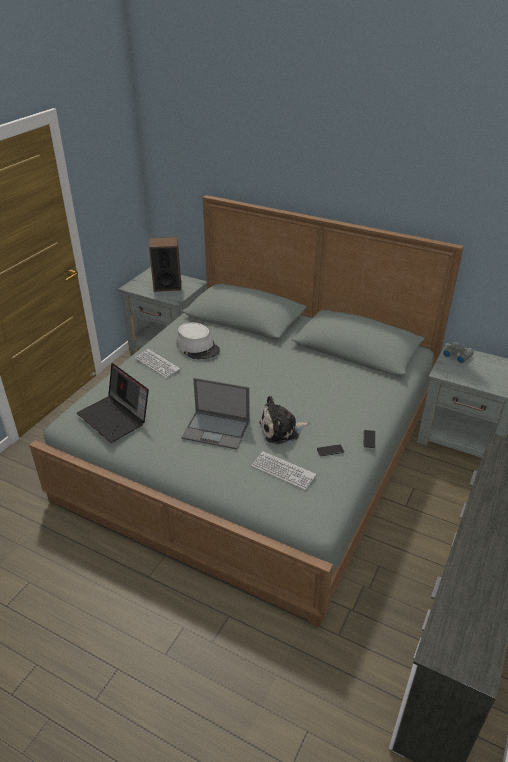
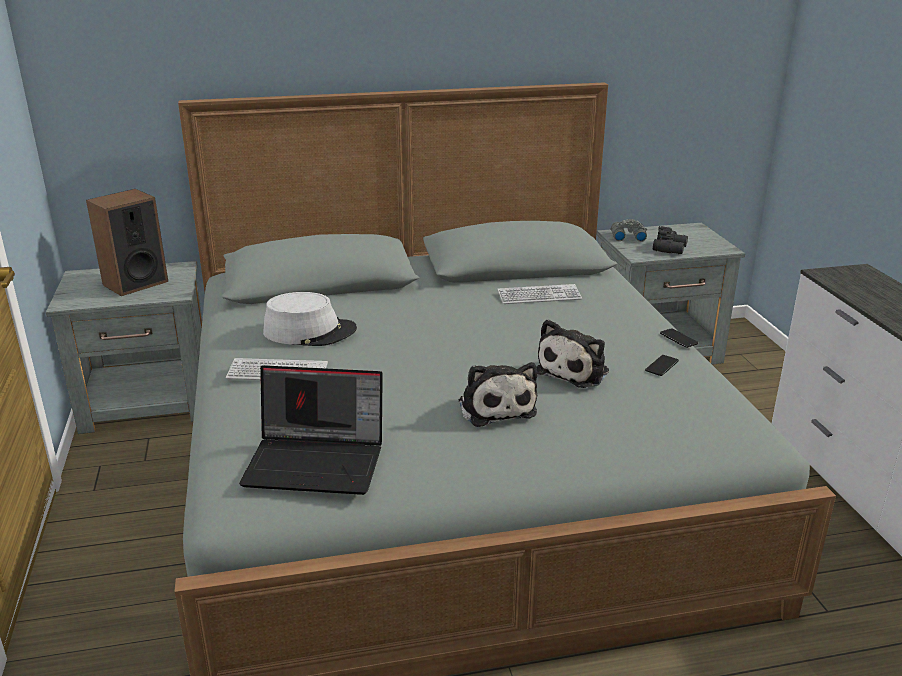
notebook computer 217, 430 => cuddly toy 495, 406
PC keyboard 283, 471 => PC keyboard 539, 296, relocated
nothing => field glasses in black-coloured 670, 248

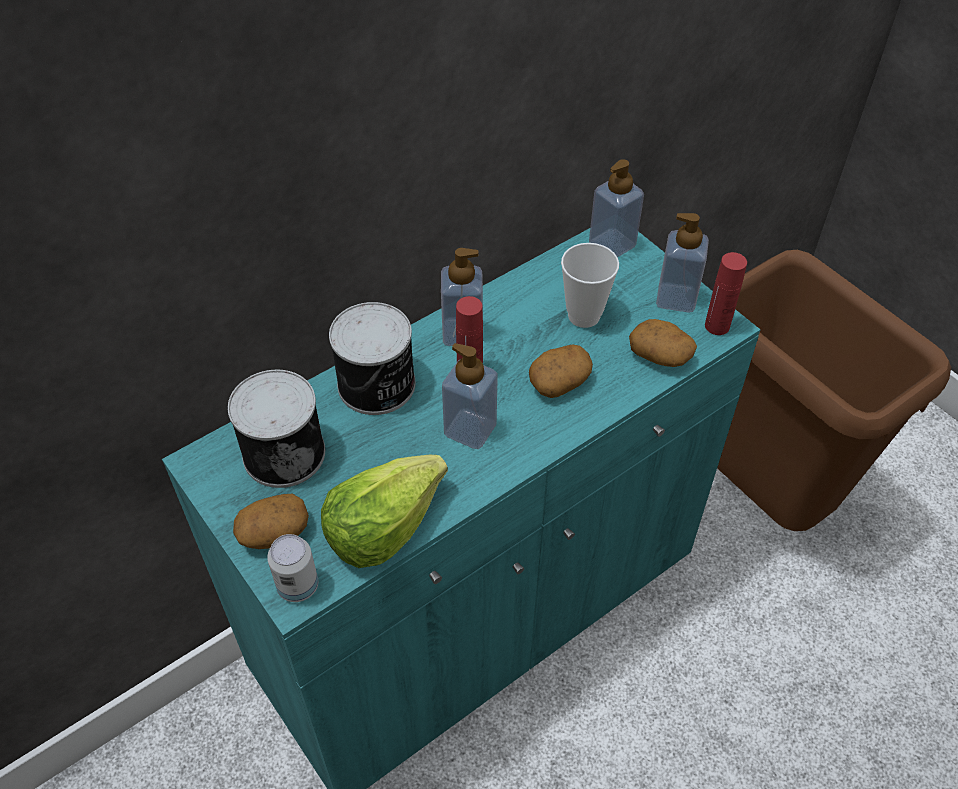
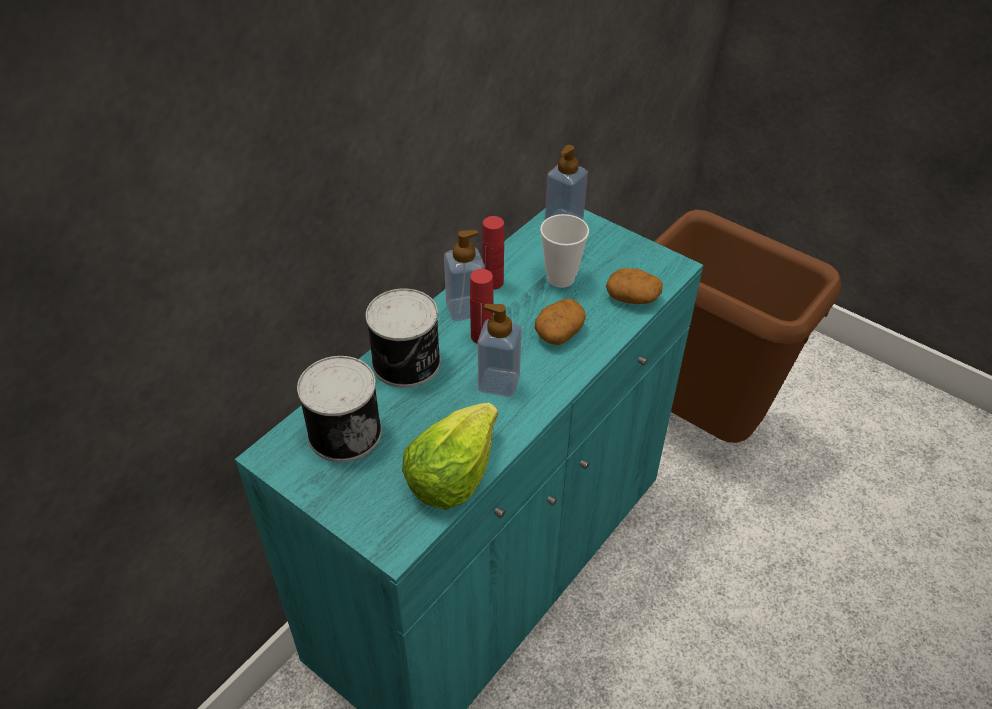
soap dispenser 676, 298 => nothing
bottle in red-coloured 717, 326 => bottle in red-coloured 493, 282, relocated
potato 274, 533 => nothing
can 298, 586 => nothing

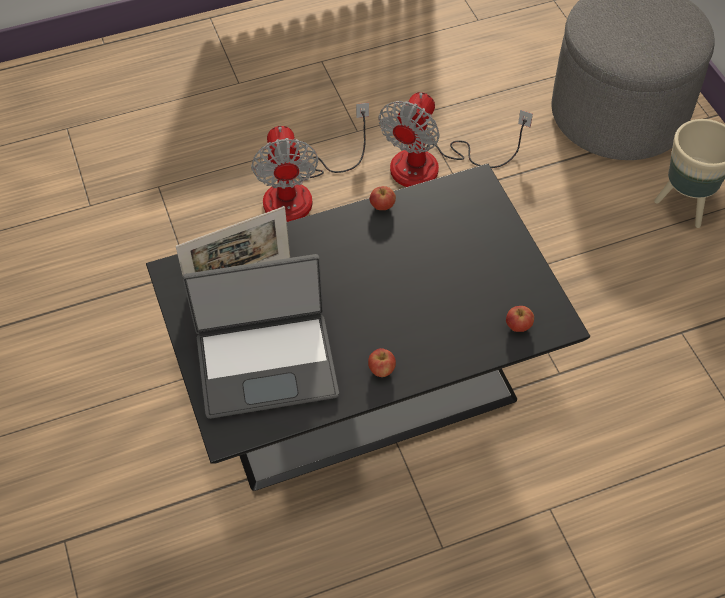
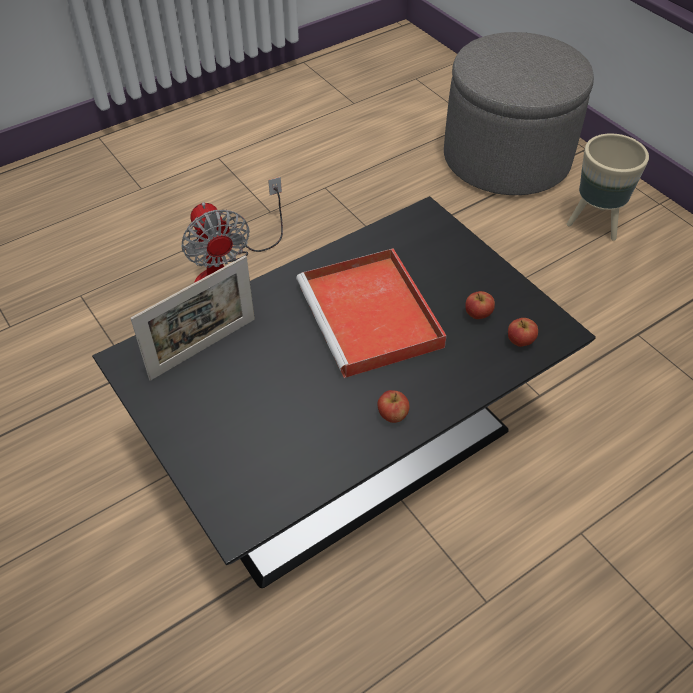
electric fan 433, 166 => nothing
whole apple 382, 206 => whole apple 478, 315, relocated
notebook computer 266, 363 => nothing
nothing => serving tray in red-coloured 372, 317

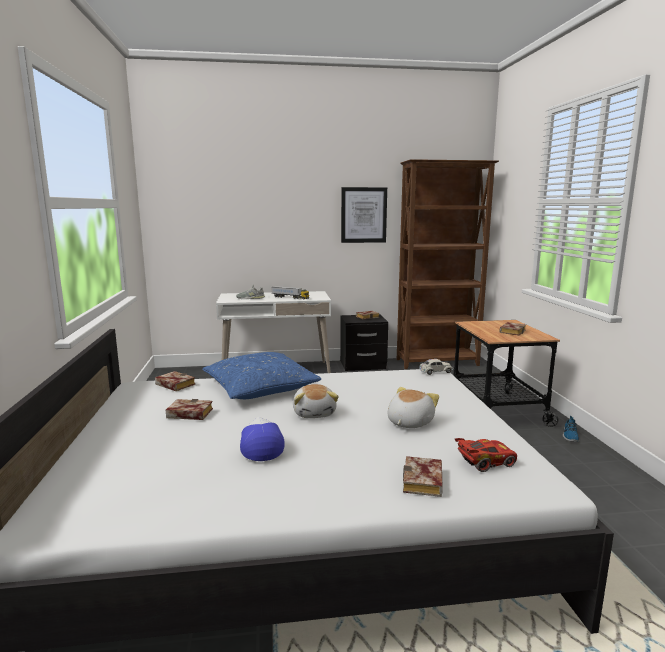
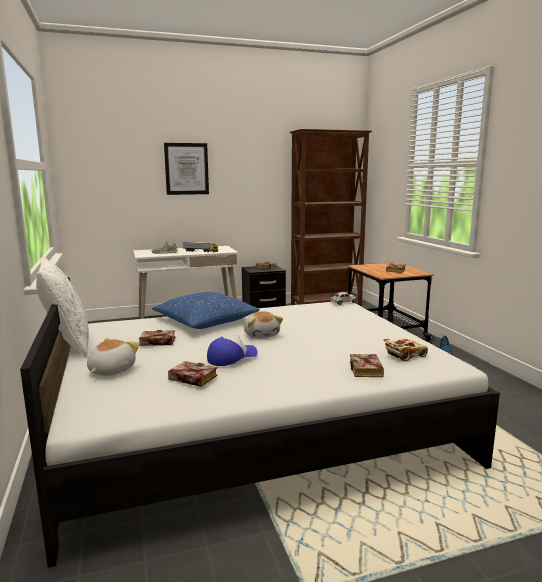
wall art 363, 215 => wall art 186, 169, relocated
book 173, 385 => book 190, 378, relocated
cuddly toy 408, 422 => cuddly toy 110, 370, relocated
cap 260, 445 => cap 231, 357, 75 degrees clockwise
model car in red-coloured 485, 463 => model car in beige 405, 356
nothing => cushion in white 68, 344

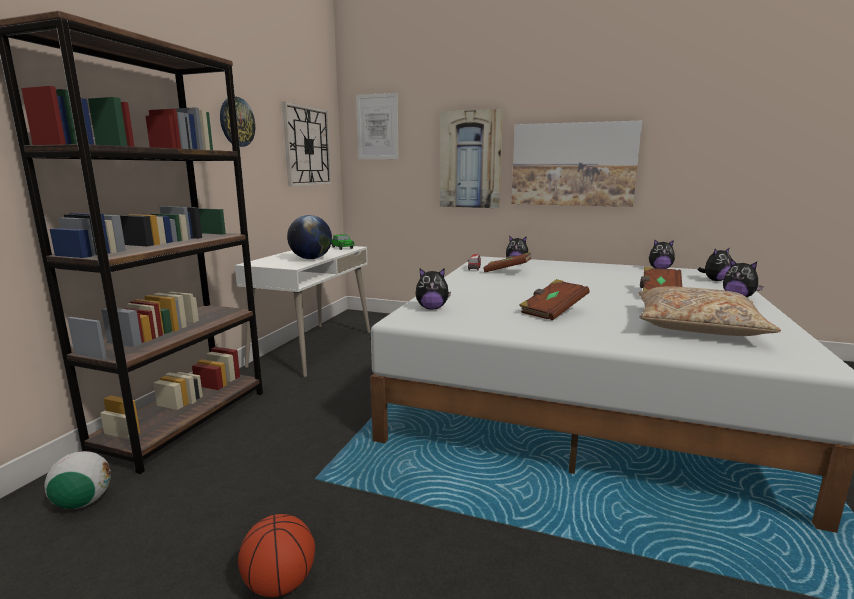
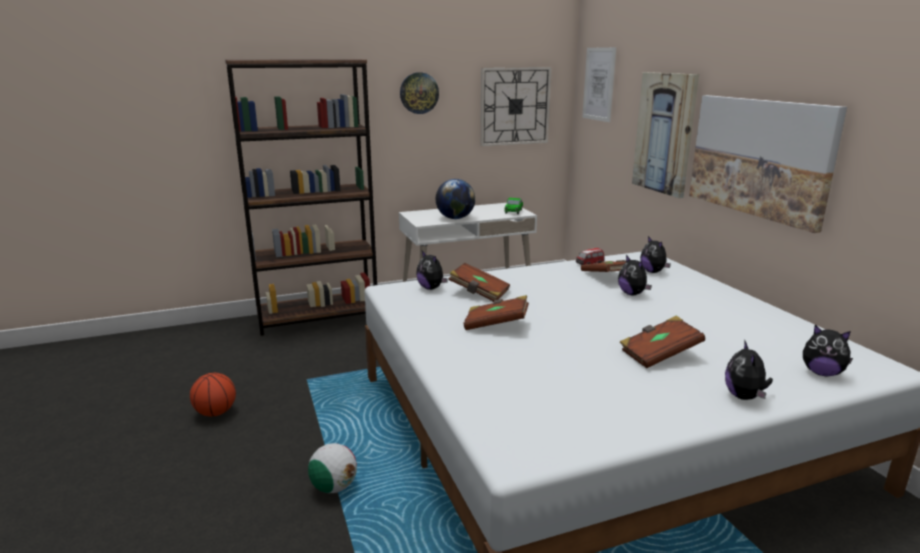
cuddly toy 659, 269 => cuddly toy 632, 294, relocated
cushion in beige 696, 326 => nothing
football 83, 502 => football 334, 487, relocated
nothing => book in brown 479, 293

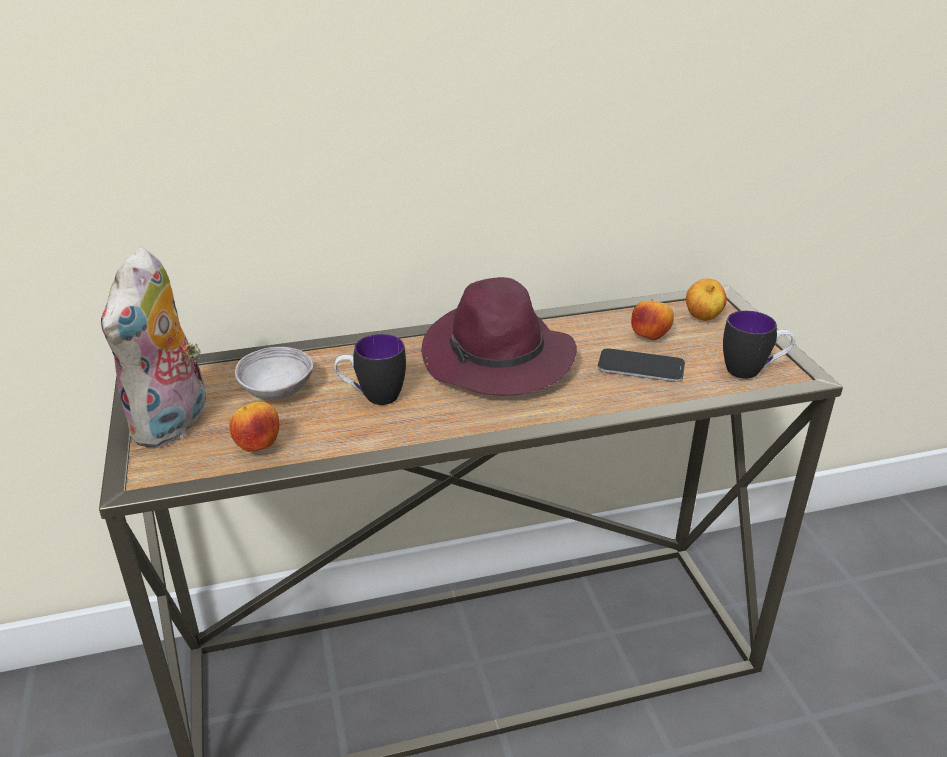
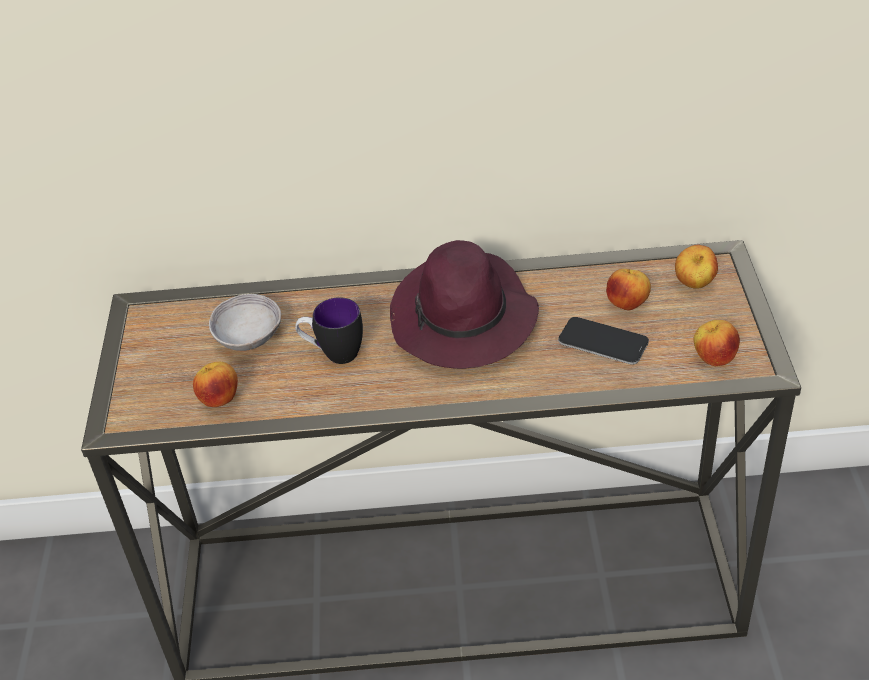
cuddly toy 173, 425 => nothing
coffee mug 752, 371 => whole apple 713, 359

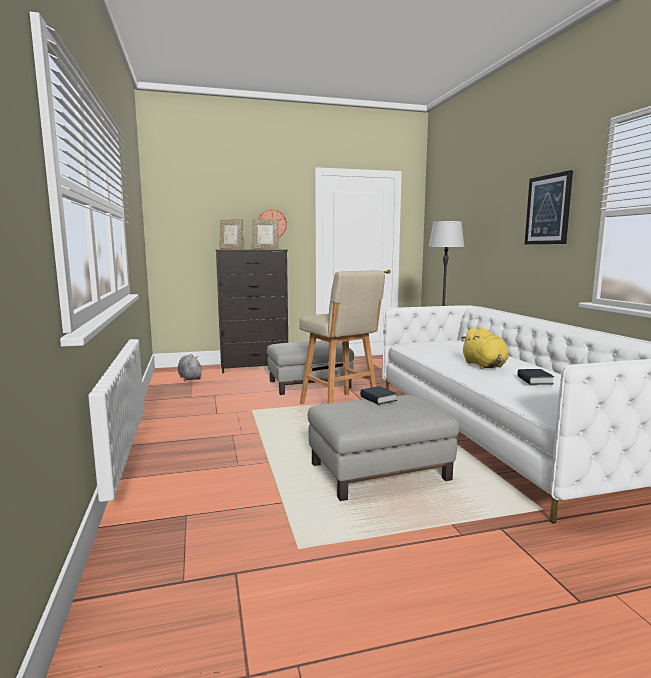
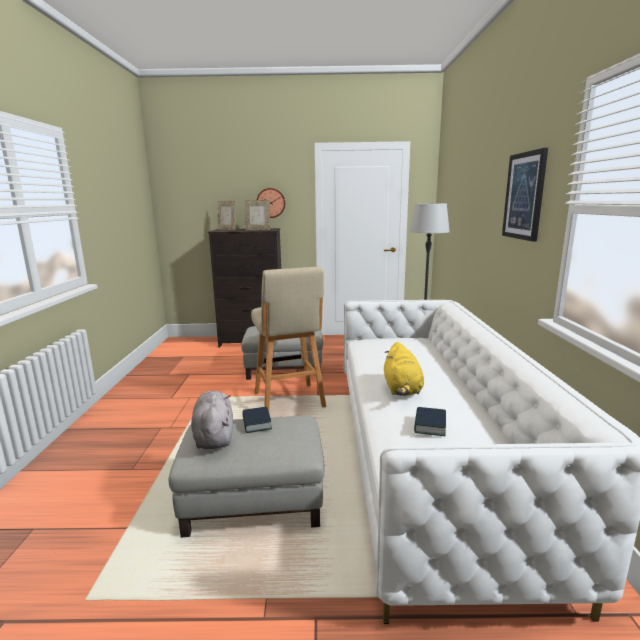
cuddly toy in gray 190, 378 => cuddly toy in gray 214, 436, relocated

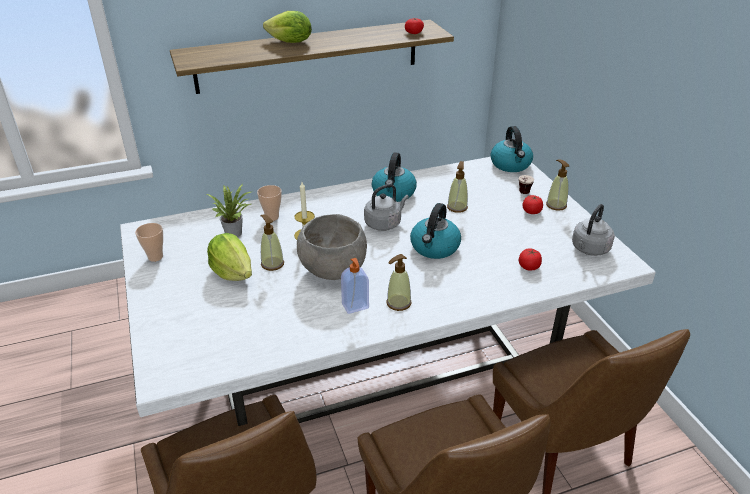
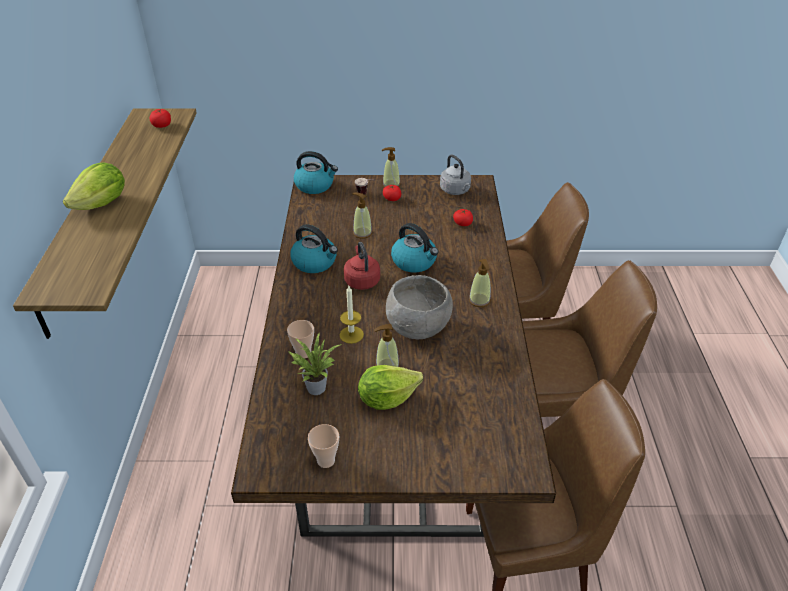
dinner table in white 373, 378 => dinner table in brown 394, 413
tea kettle in gray 384, 223 => tea kettle in red-coloured 361, 280
soap dispenser 355, 307 => nothing

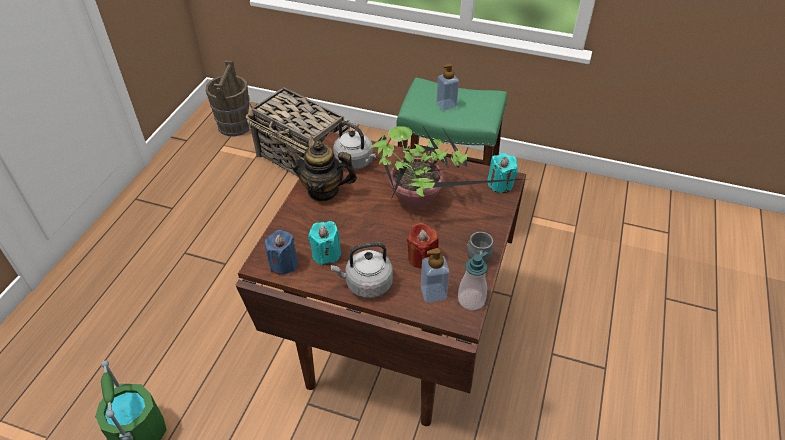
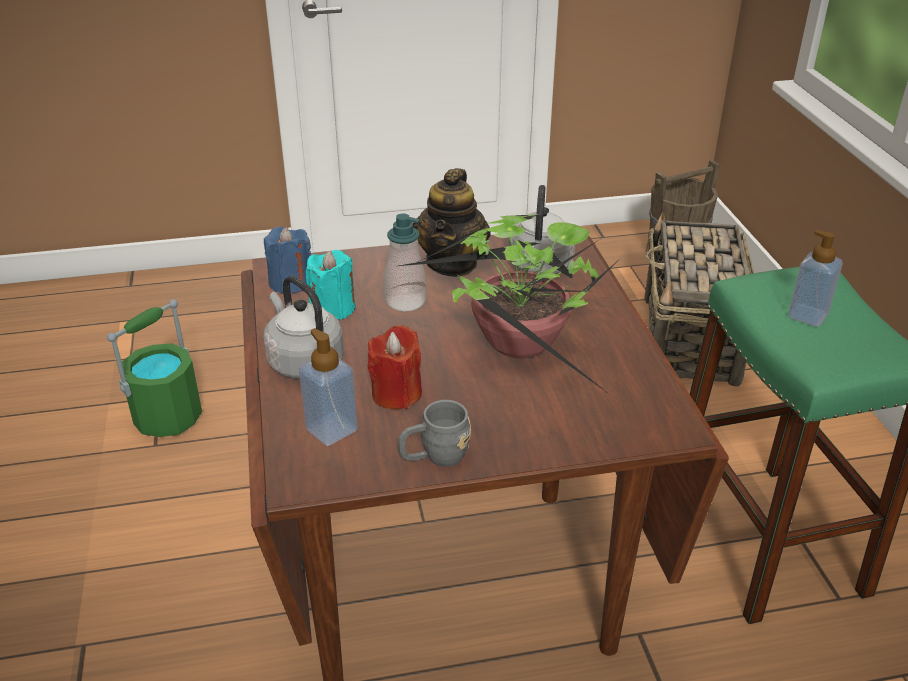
tea pot 323, 191 => tea pot 452, 263, 150 degrees counterclockwise
candle in turquoise-coloured 500, 184 => nothing
soap dispenser 471, 300 => soap dispenser 405, 301, relocated

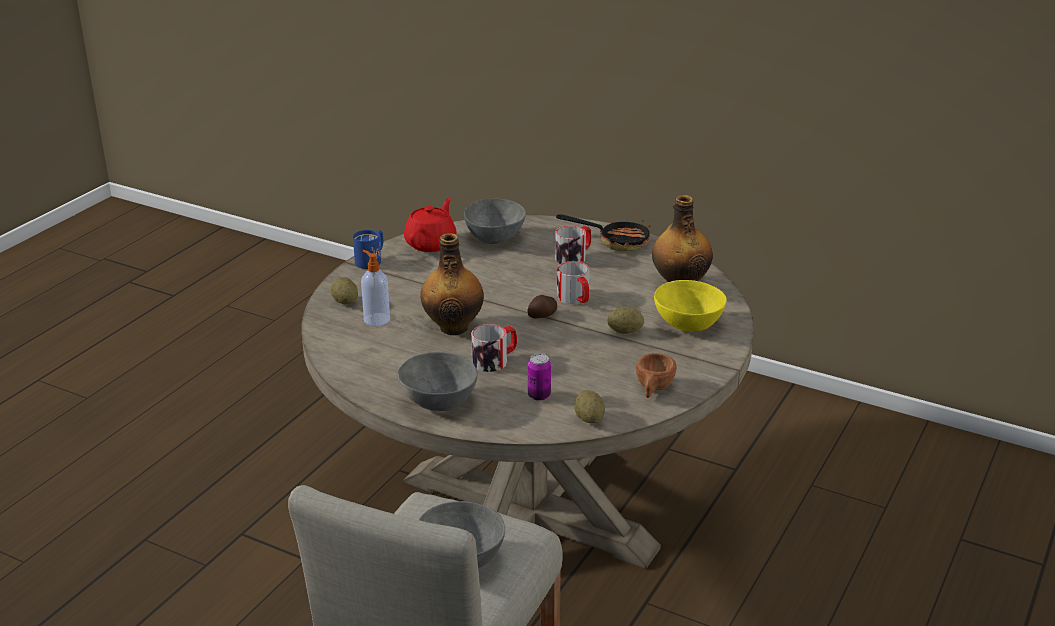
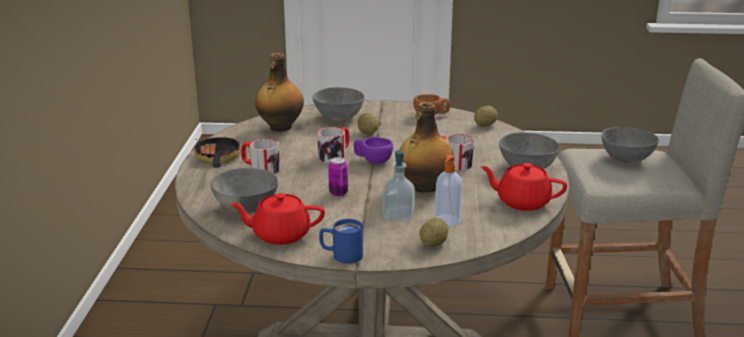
deep dish in yellow 686, 324 => deep dish in gray 338, 118
potato 543, 316 => drinking cup in purple-coloured 372, 161
can 539, 395 => can 338, 193, relocated
nothing => soap dispenser 398, 215
nothing => tea pot in red-coloured 522, 202

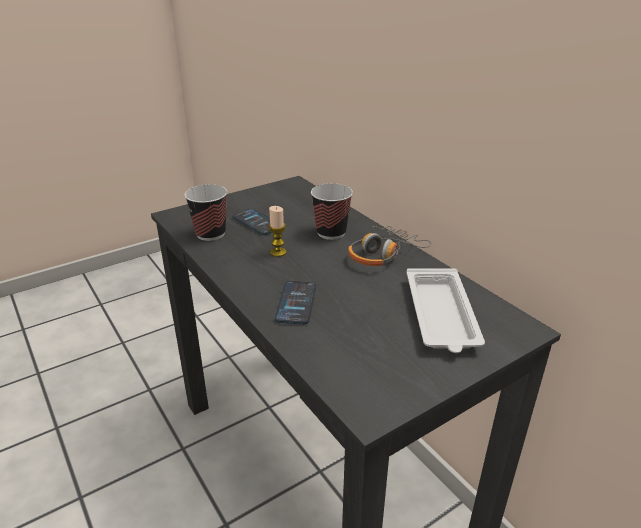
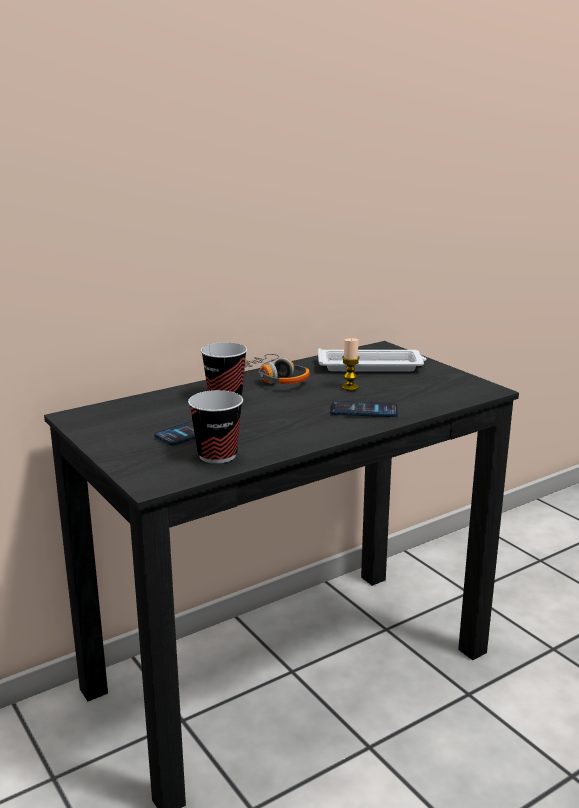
candle 278, 252 => candle 350, 387, relocated

